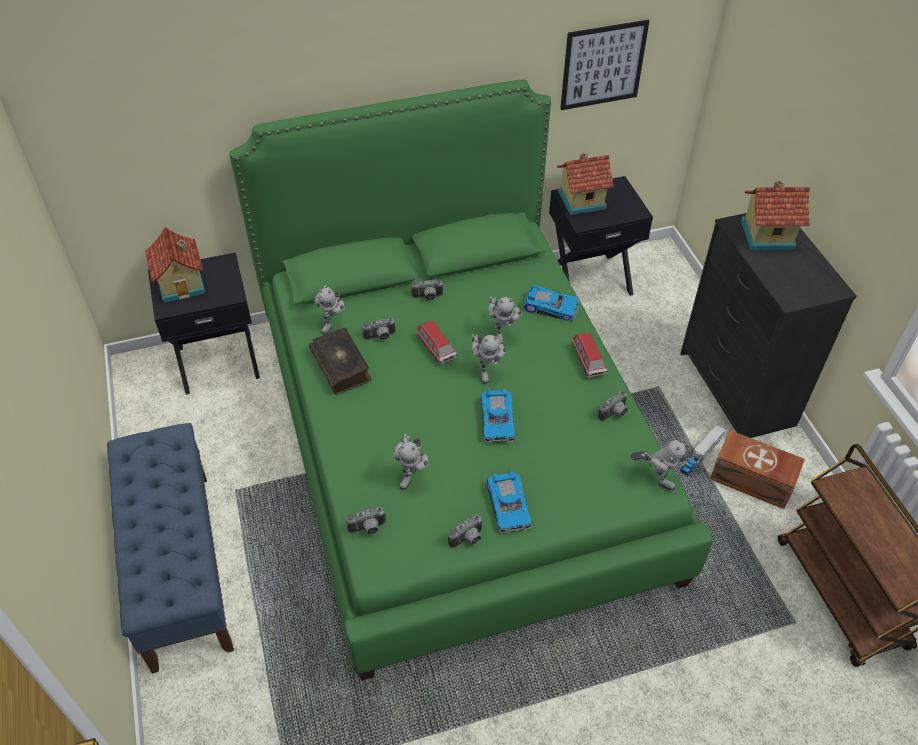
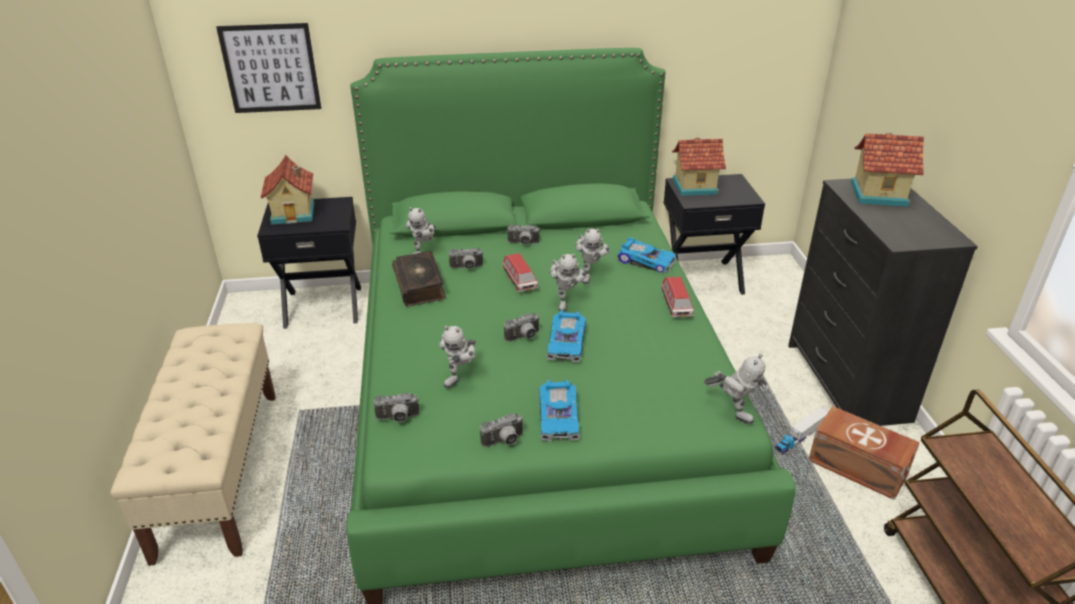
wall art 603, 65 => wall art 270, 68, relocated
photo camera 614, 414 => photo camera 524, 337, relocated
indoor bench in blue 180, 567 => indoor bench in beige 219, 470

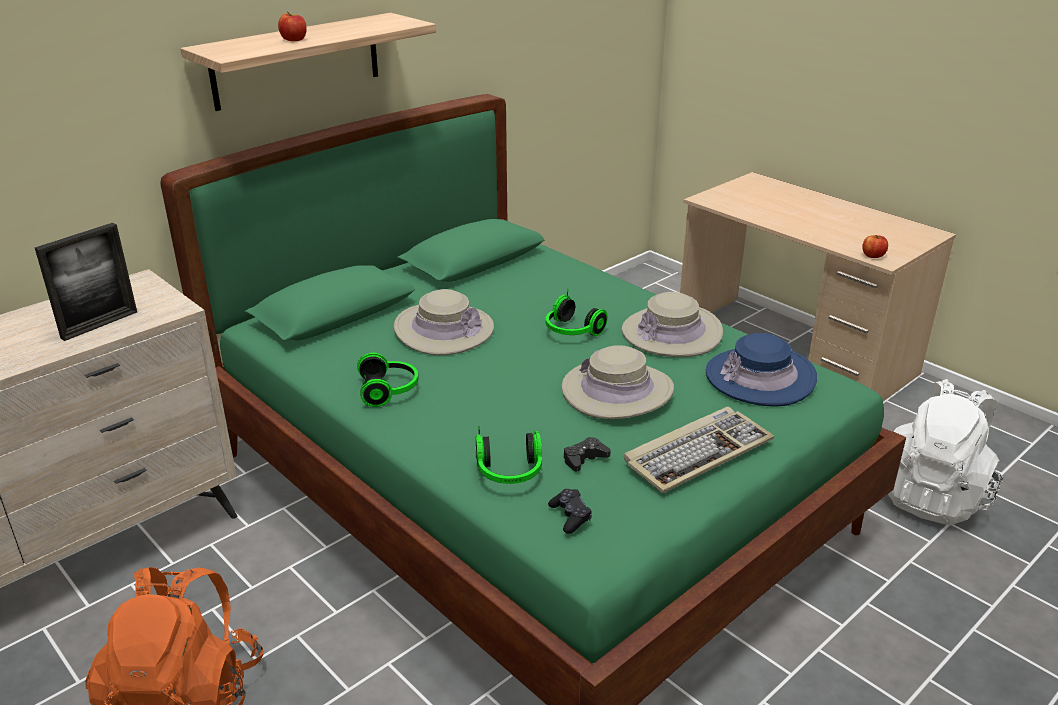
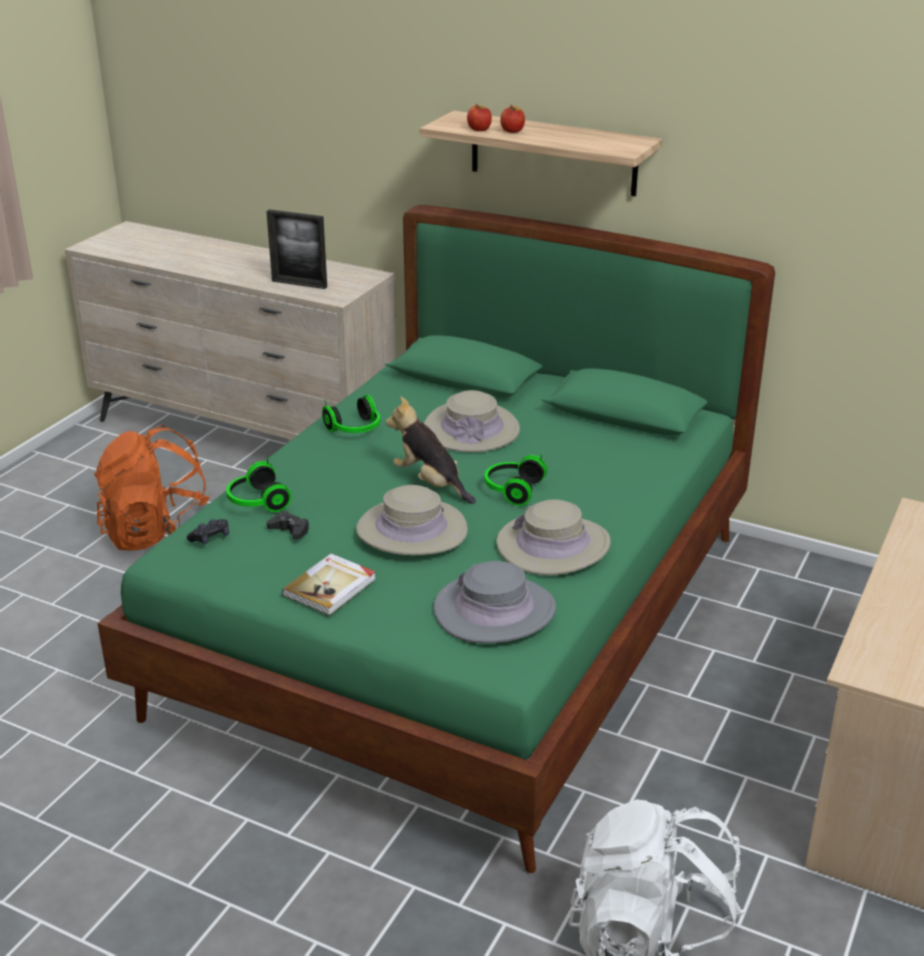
whole apple 873, 255 => whole apple 479, 129, relocated
clothing hat in blue 760, 377 => clothing hat in gray 494, 610
PC keyboard 697, 452 => book 331, 587
nothing => cuddly toy 430, 483

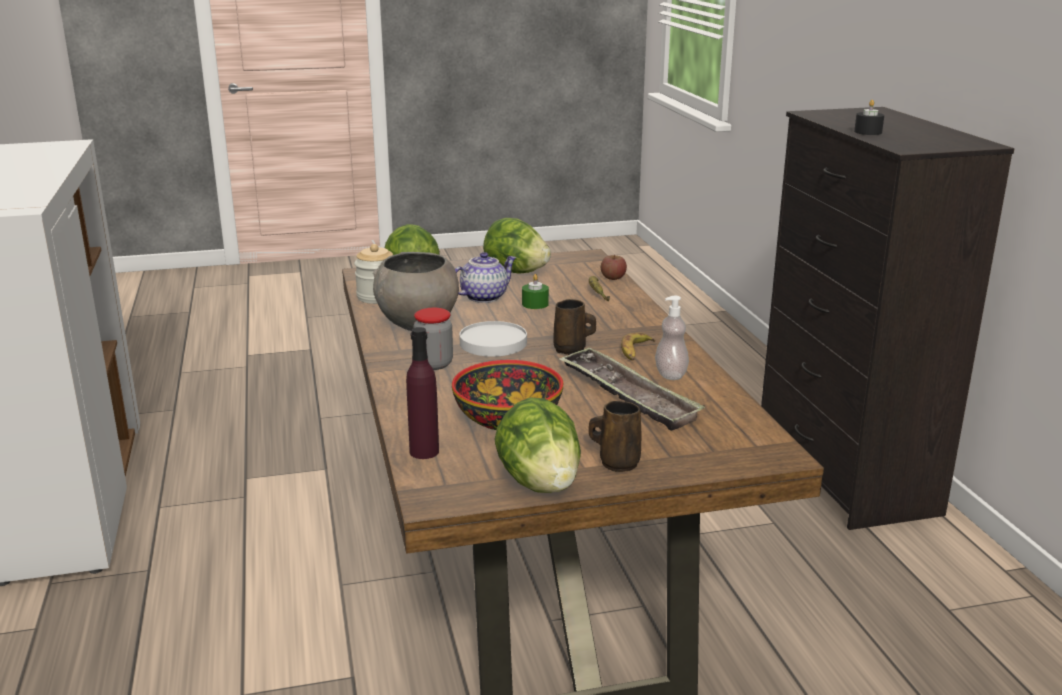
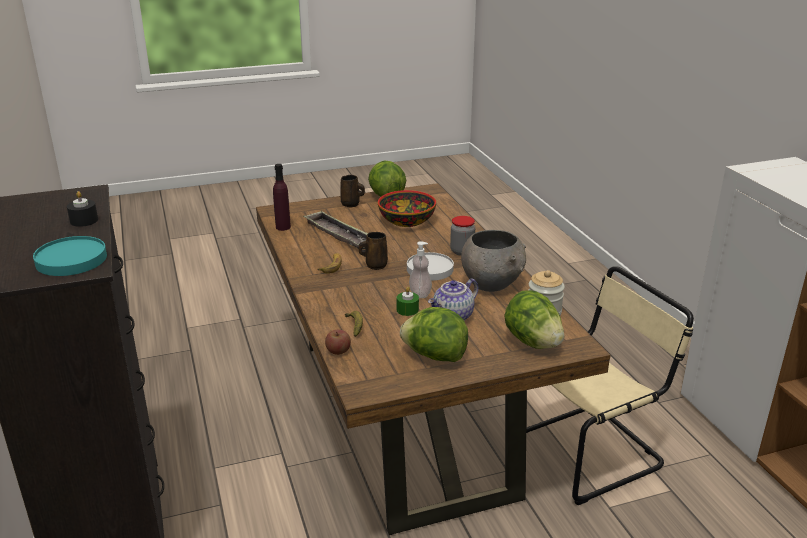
soap dispenser 670, 375 => soap dispenser 420, 293, relocated
bottle in purple-coloured 424, 451 => bottle in purple-coloured 283, 227, relocated
nothing => plate in turquoise-coloured 71, 259
nothing => chair in beige 589, 450

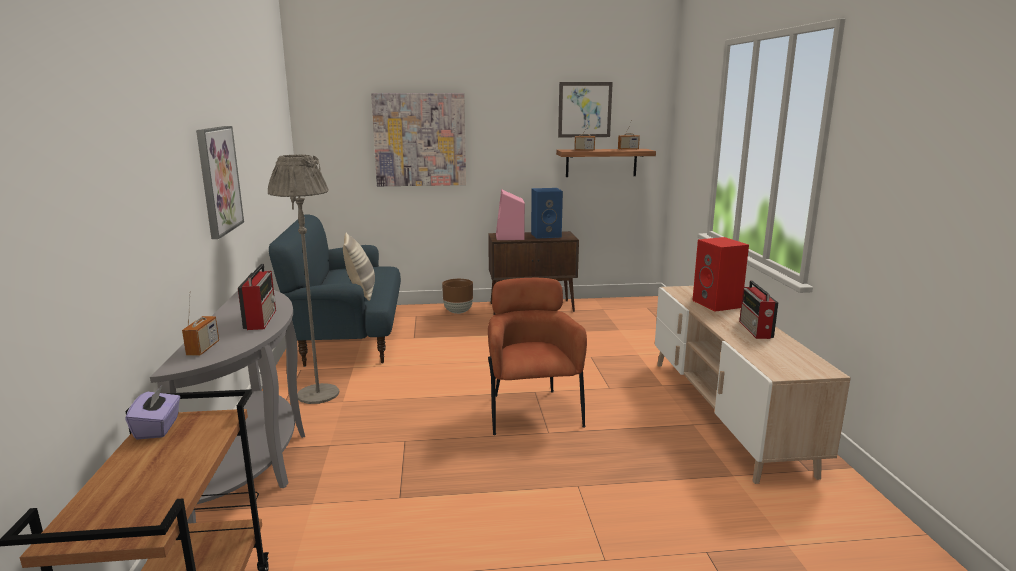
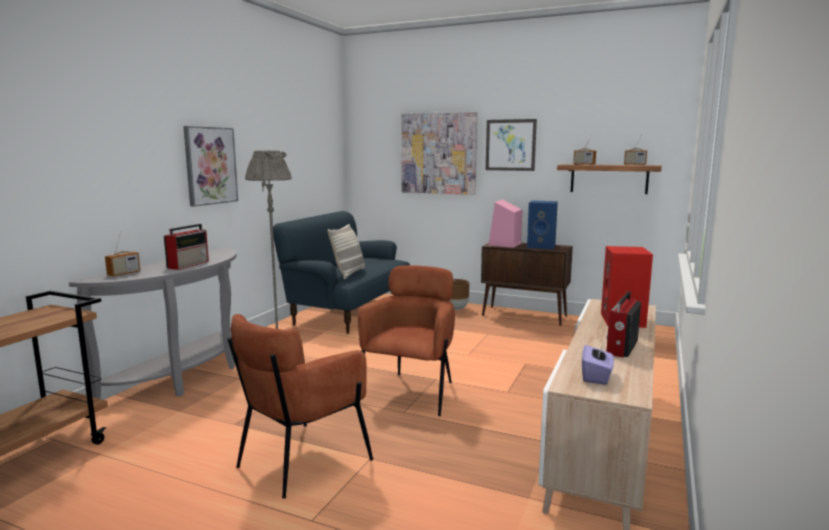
wall art 584, 109 => wall art 510, 145, relocated
tissue box in purple-coloured 158, 428 => tissue box in purple-coloured 596, 377, relocated
nothing => armchair in brown 300, 460

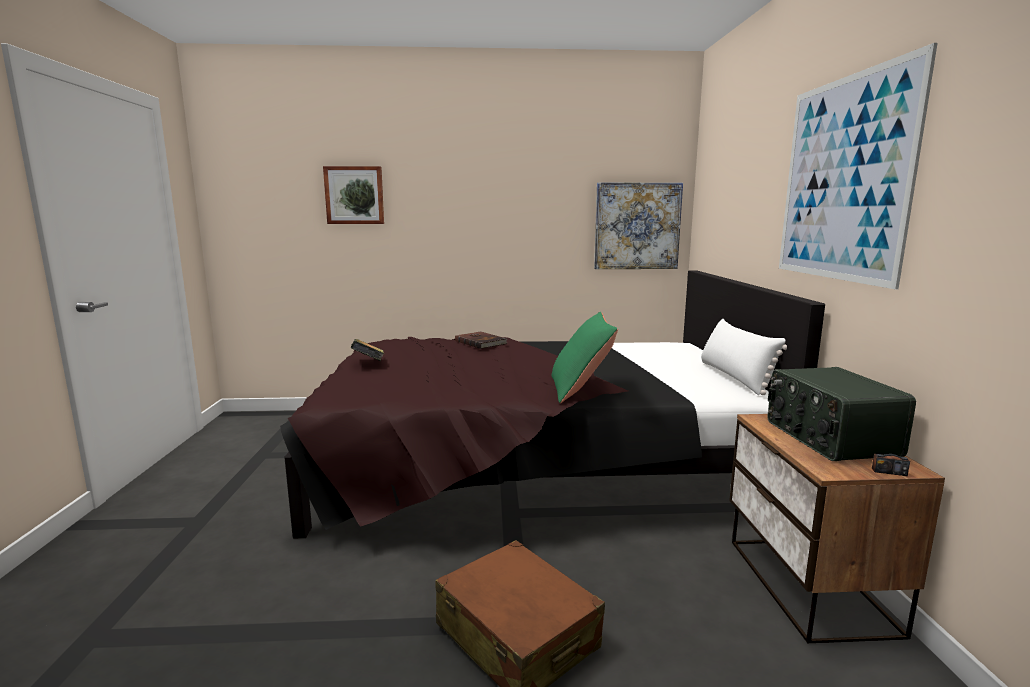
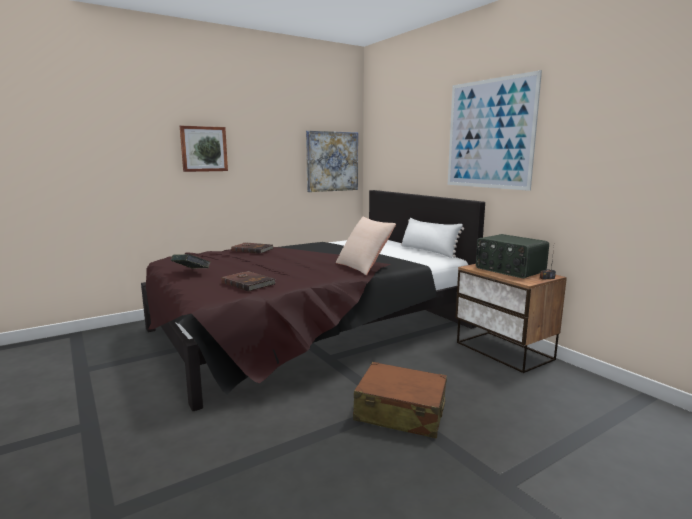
wall art 354, 195 => wall art 203, 149, relocated
cushion in greenish 580, 389 => cushion in beige 364, 267
nothing => book in brown 248, 283

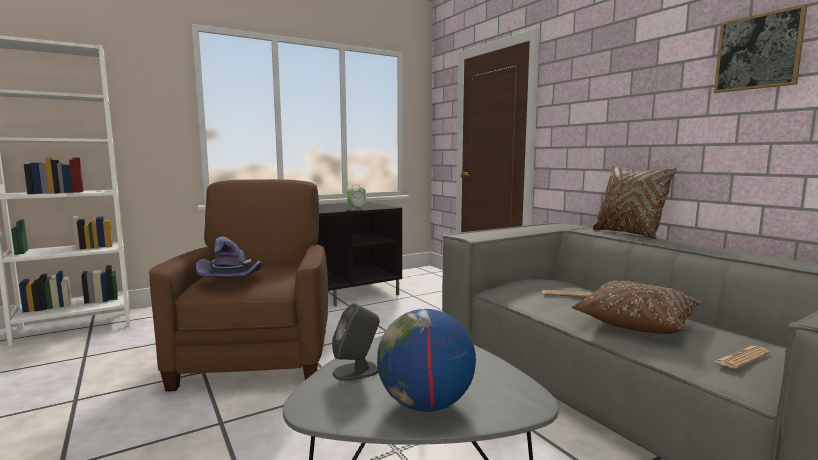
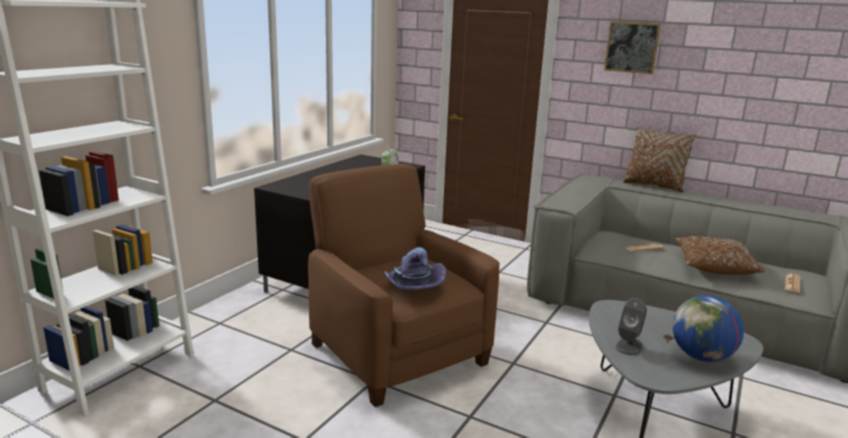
wall art 758, 52 => wall art 632, 47, relocated

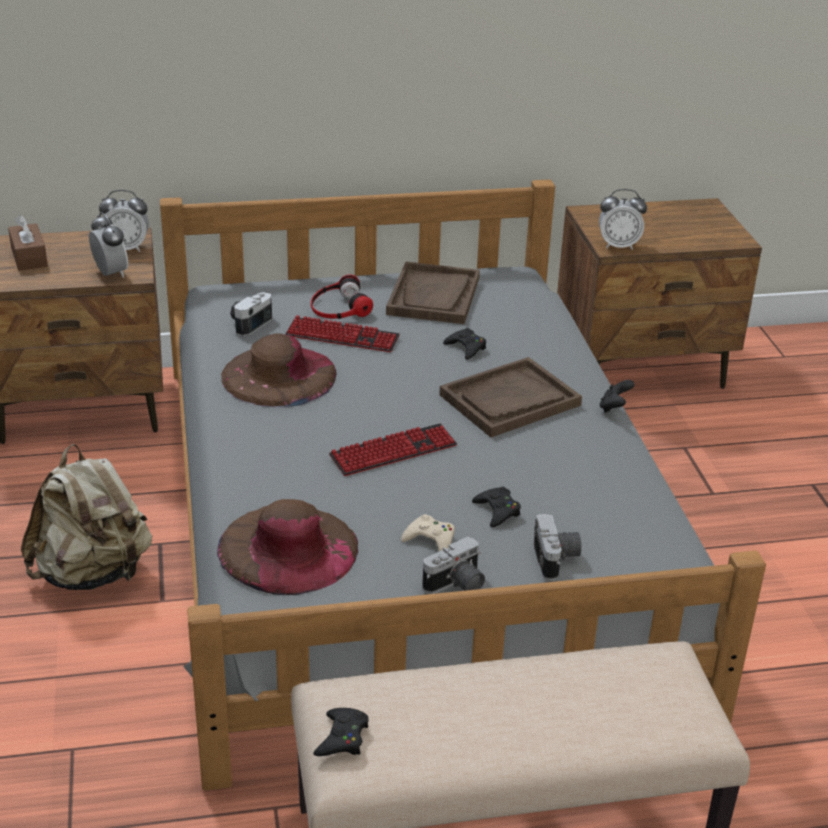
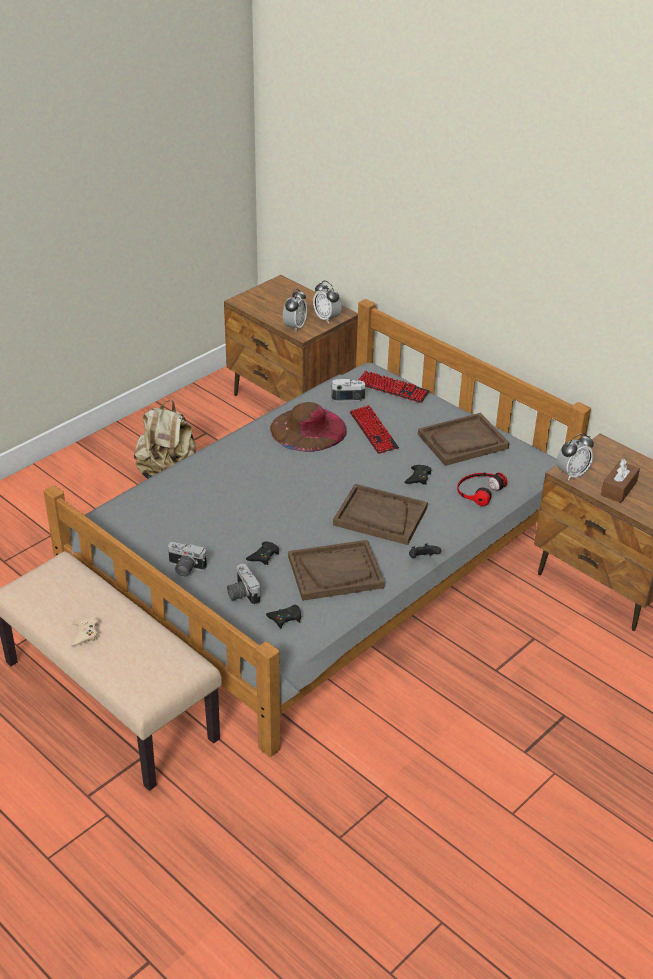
table clock 618, 246 => table clock 572, 474, 90 degrees counterclockwise
tissue box in brown 29, 257 => tissue box in brown 618, 488, relocated
headset 339, 307 => headset 478, 490, relocated
PC keyboard 393, 451 => PC keyboard 392, 388, relocated
clothing hat in brown 288, 548 => nothing
joypad in beige 430, 539 => joypad in beige 85, 634, relocated
photo camera 557, 559 => photo camera 241, 594, 105 degrees clockwise
joypad in black-coloured 342, 738 => joypad in black-coloured 285, 618, relocated
nothing => serving tray in brown 335, 572

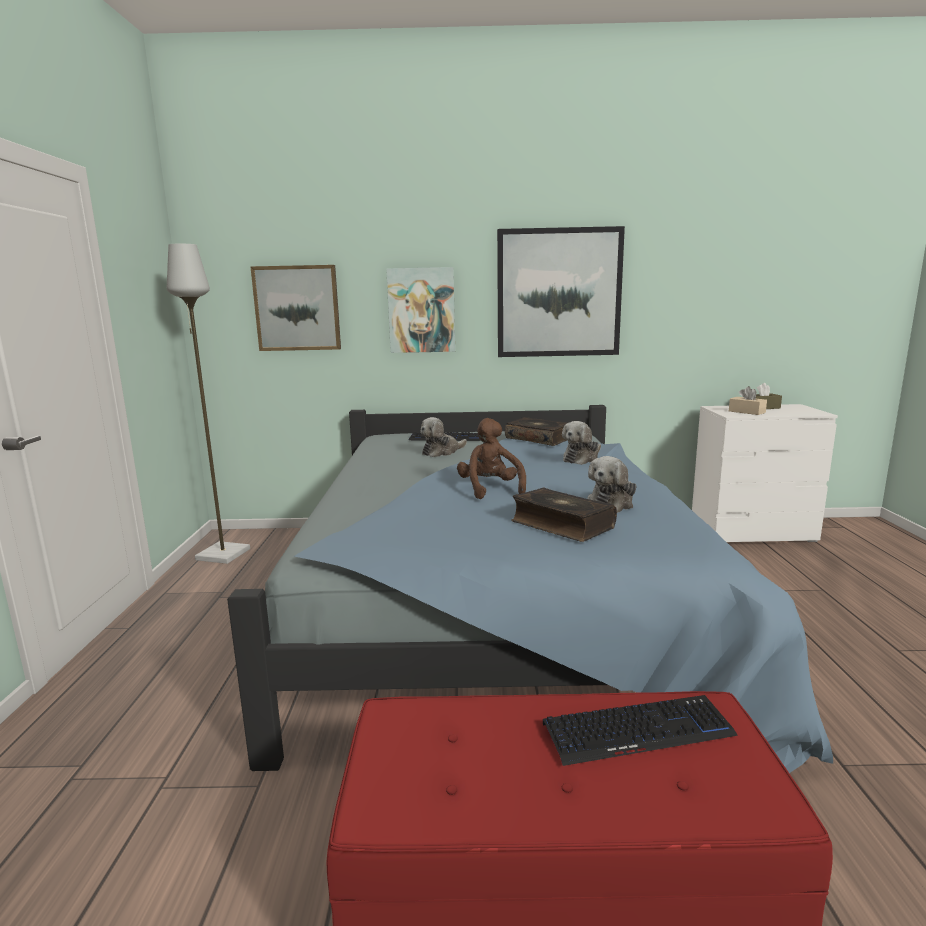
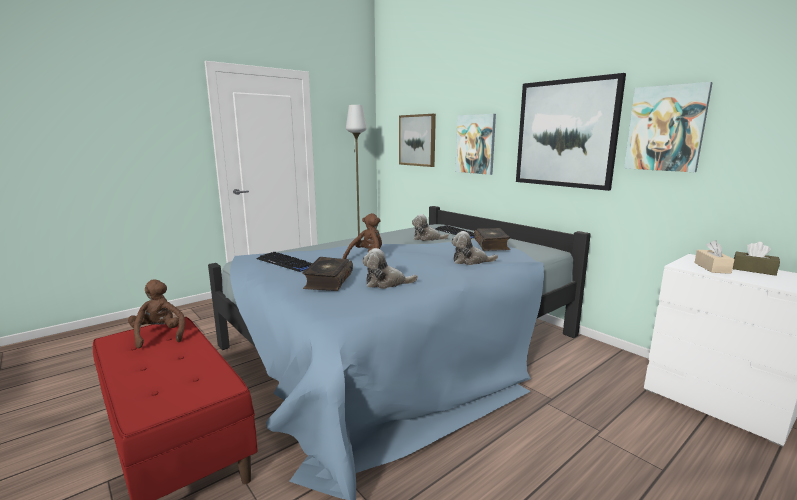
PC keyboard 637, 731 => PC keyboard 286, 263, relocated
nothing => wall art 665, 128
nothing => cuddly toy in brown 159, 335

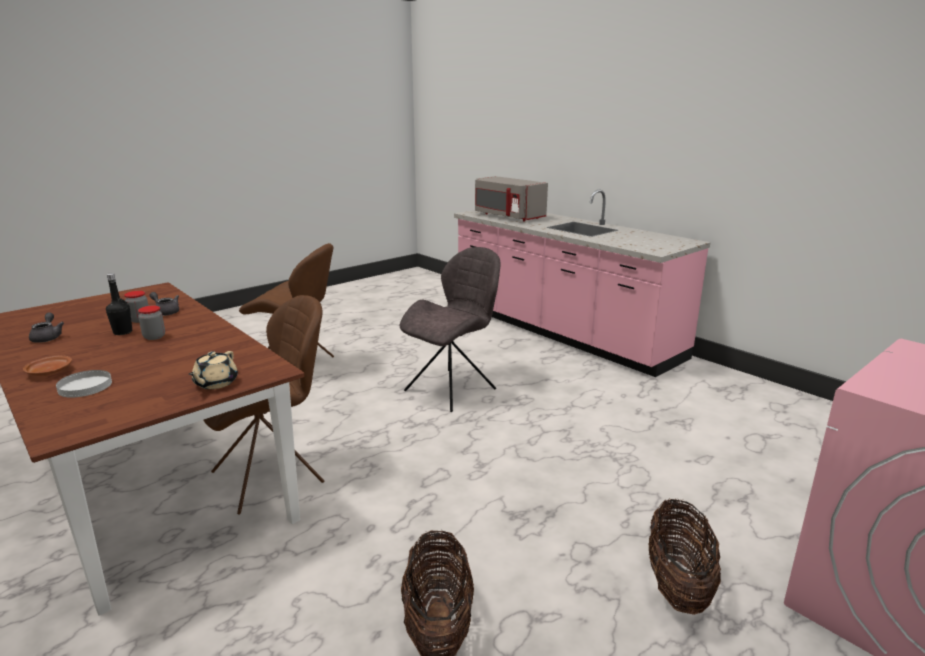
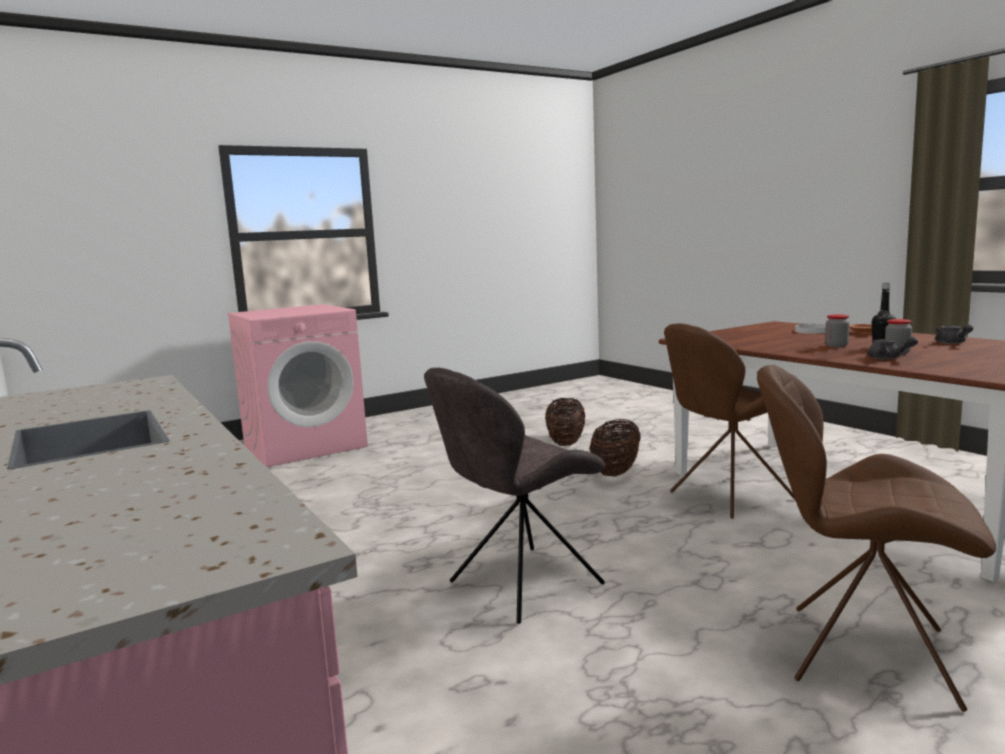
microwave oven in gray 507, 216 => nothing
tea pot in beige 215, 383 => nothing
household basket 677, 585 => household basket 616, 472, relocated

